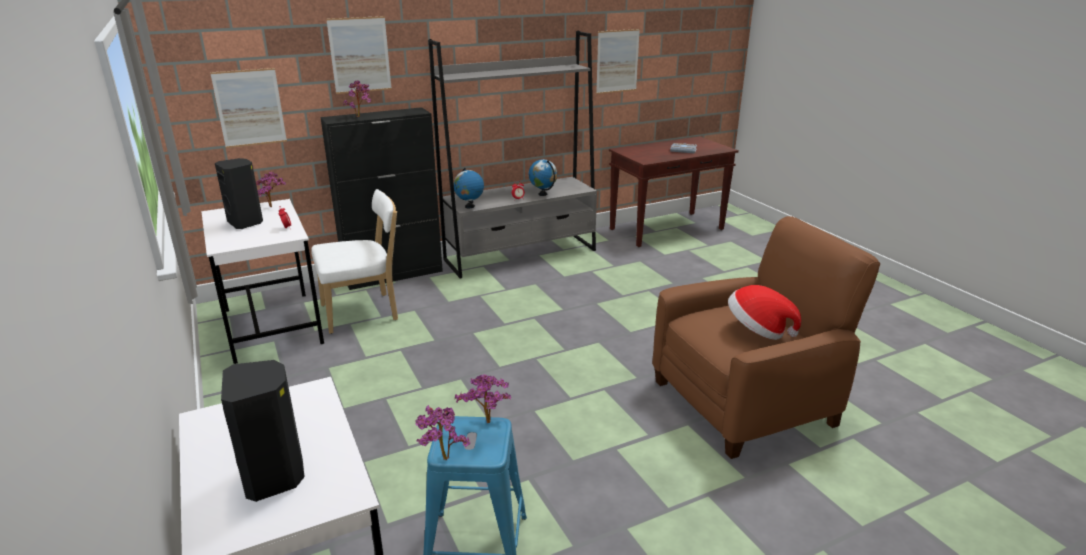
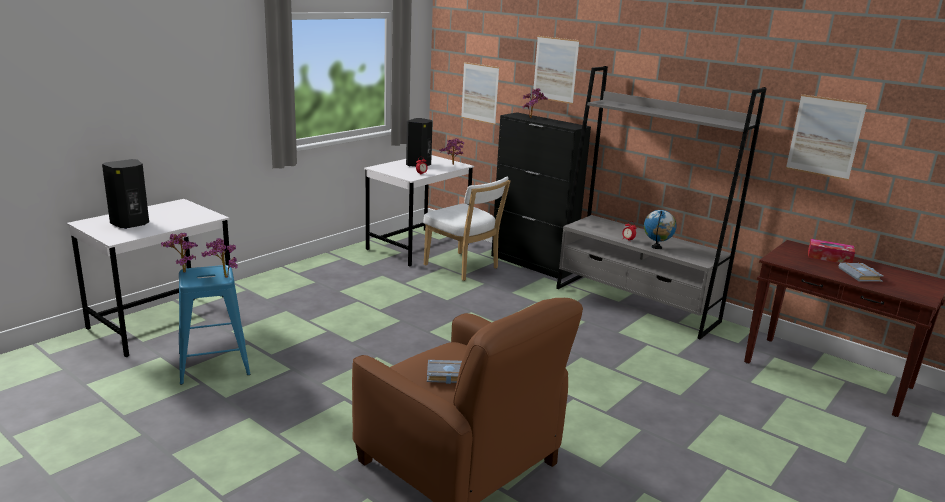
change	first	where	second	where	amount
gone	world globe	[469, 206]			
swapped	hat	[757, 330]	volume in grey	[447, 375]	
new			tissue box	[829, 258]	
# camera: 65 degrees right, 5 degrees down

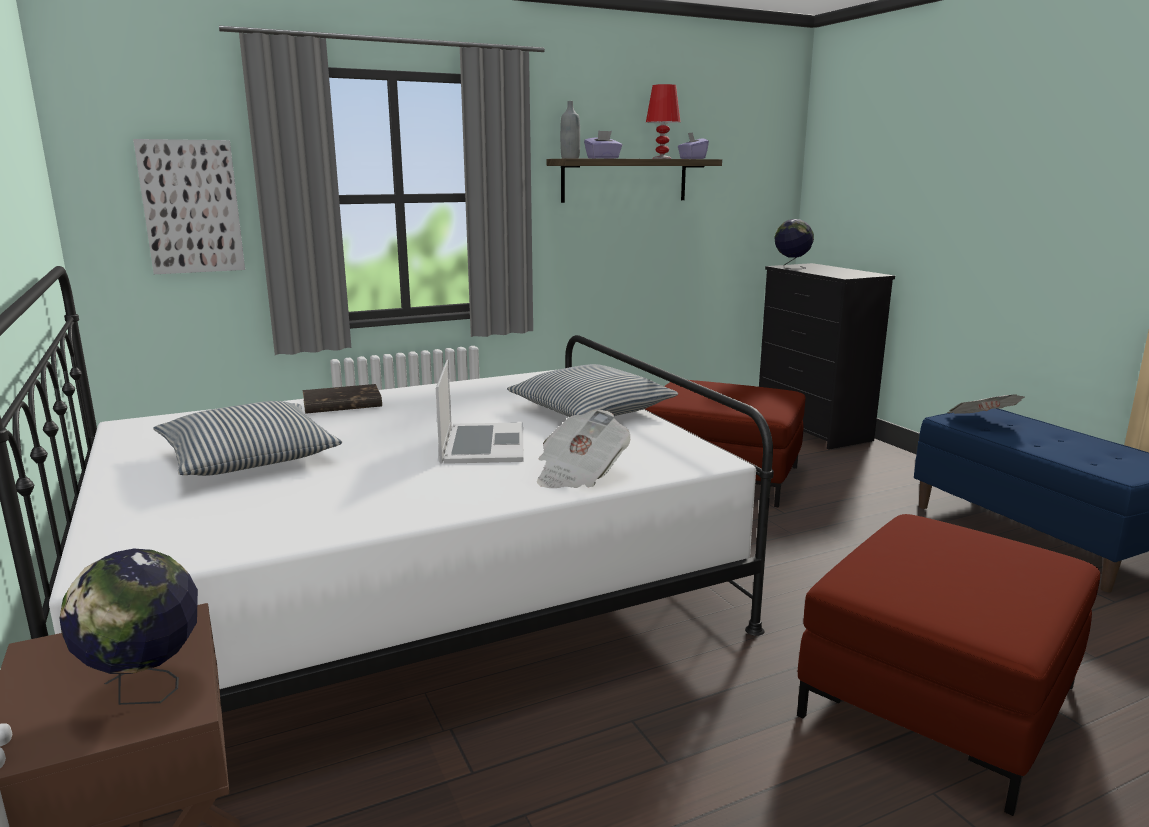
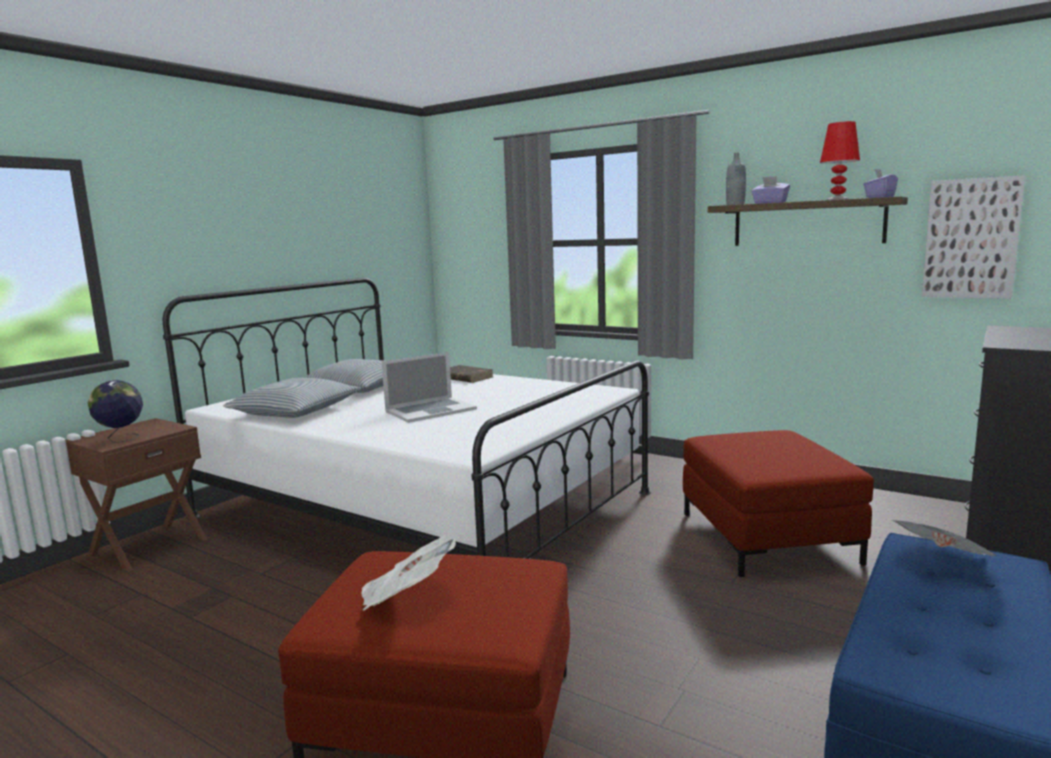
change	first	where	second	where	amount
shifted	picture	[191, 207]		[971, 238]	
gone	world globe	[791, 268]			
shifted	throw pillow	[591, 410]		[295, 411]	
shifted	printed paper	[579, 475]		[406, 596]	
# camera: 60 degrees right, 5 degrees down

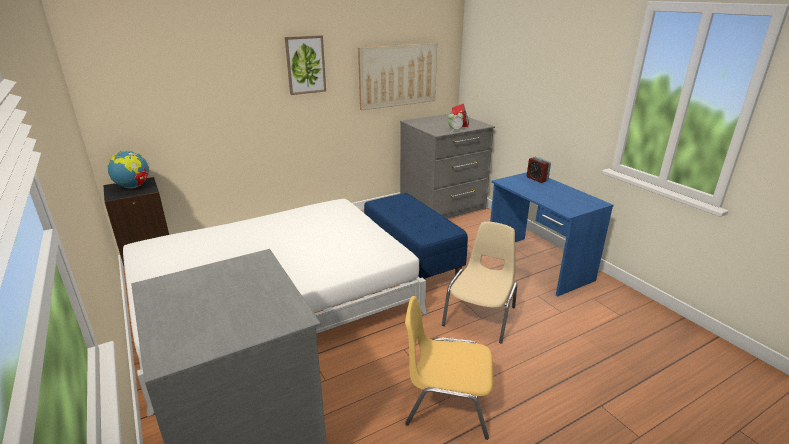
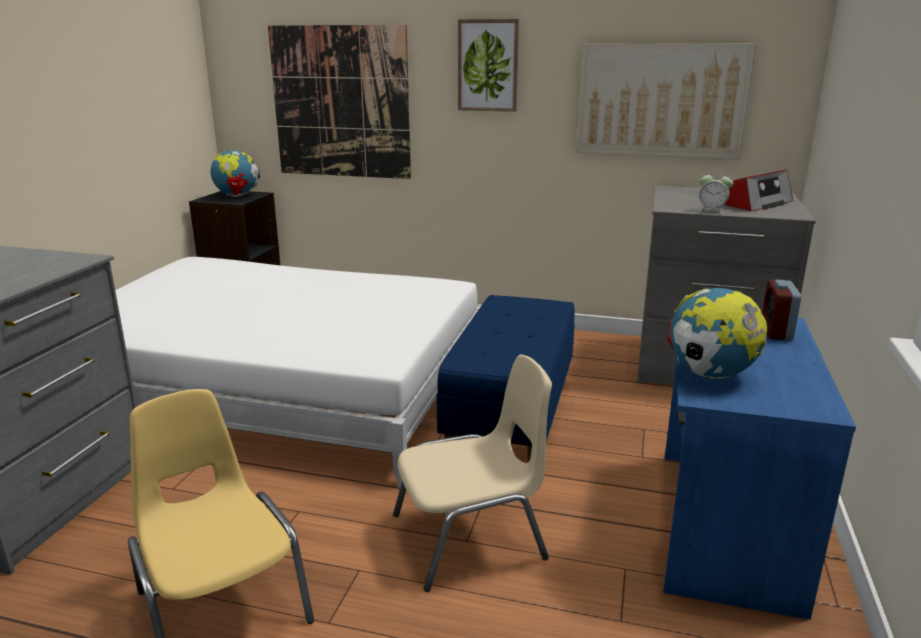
change	first	where	second	where	amount
new			picture	[340, 103]	
new			world globe	[710, 375]	
# camera: 45 degrees right, 5 degrees down

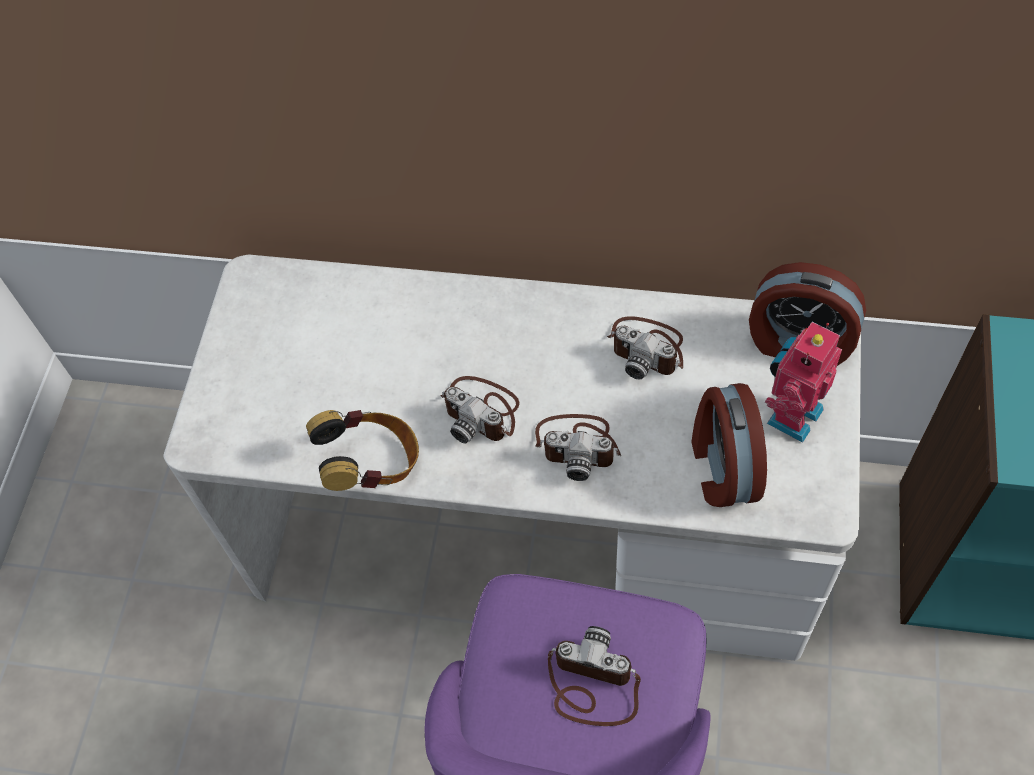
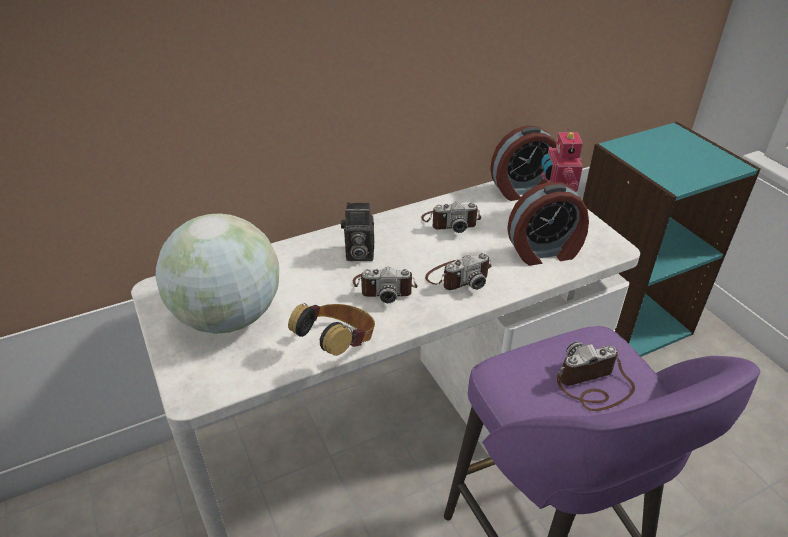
change	first	where	second	where	amount
rotated	alarm clock	[722, 467]		[544, 252]	60 degrees counterclockwise
new			photo camera	[358, 254]	
new			world globe	[228, 316]	
# camera: 40 degrees left, 20 degrees down

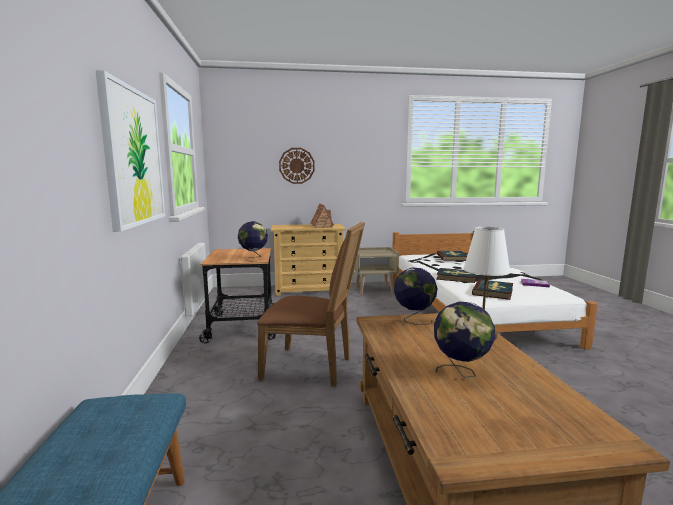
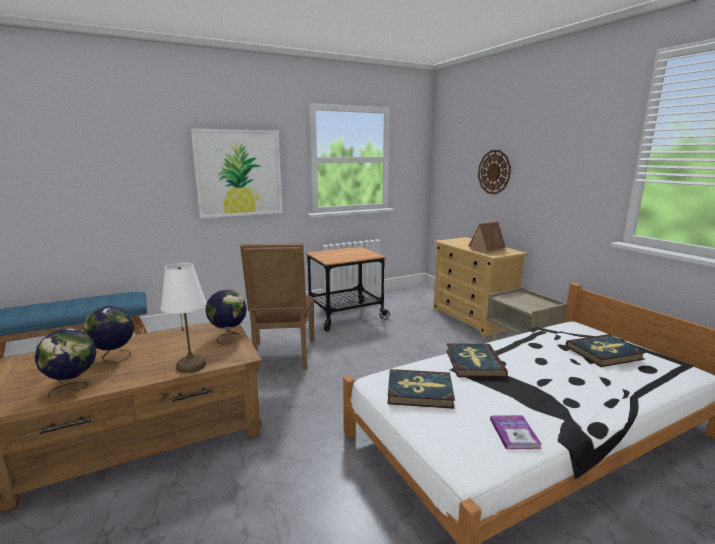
change	first	where	second	where	amount
shifted	world globe	[253, 258]		[74, 388]	
# camera: 70 degrees right, 5 degrees up

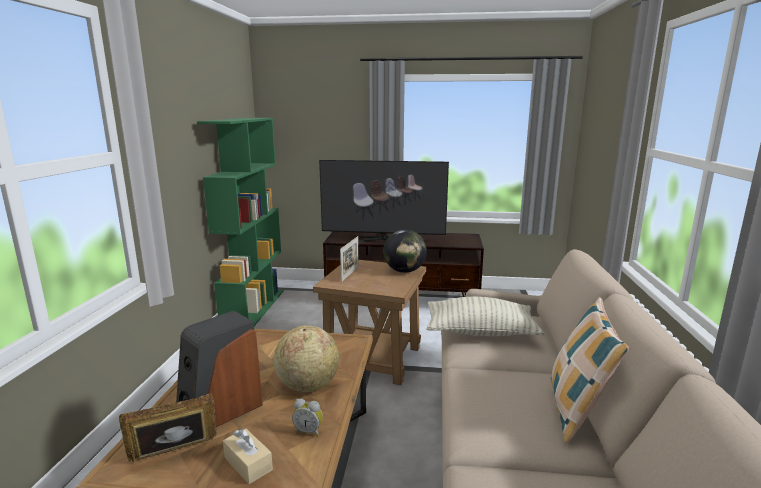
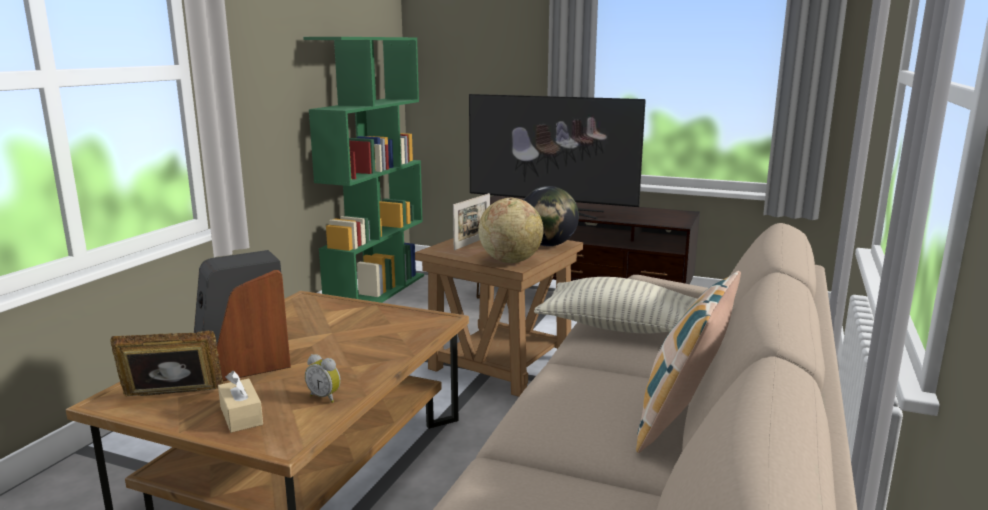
change	first	where	second	where	amount
shifted	world globe	[307, 386]		[510, 261]	
# camera: 15 degrees right, 0 degrees up

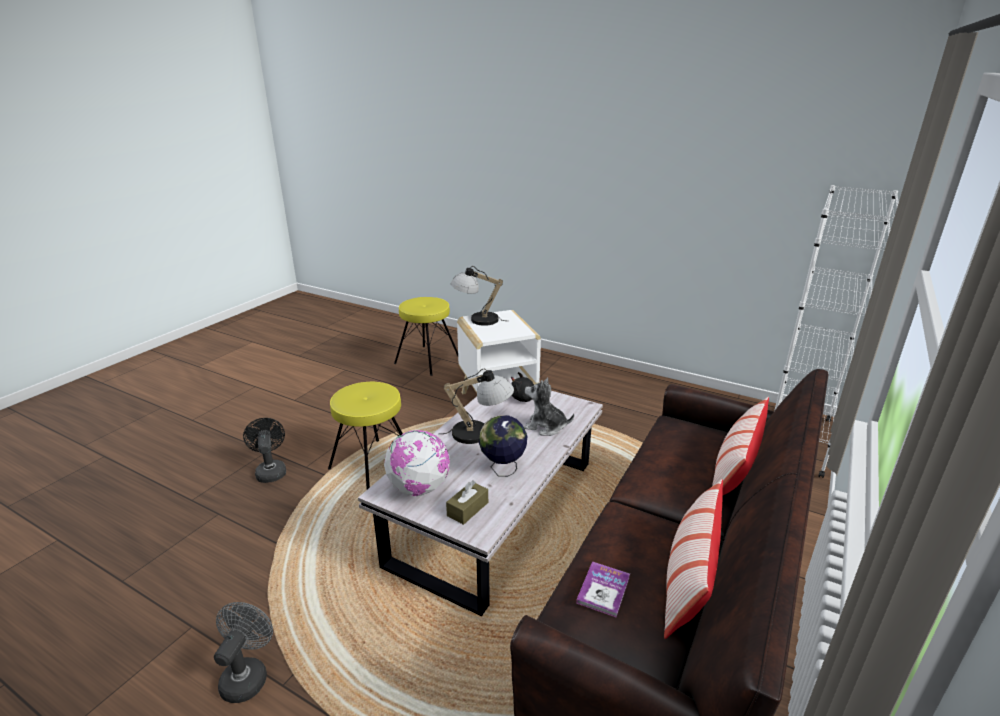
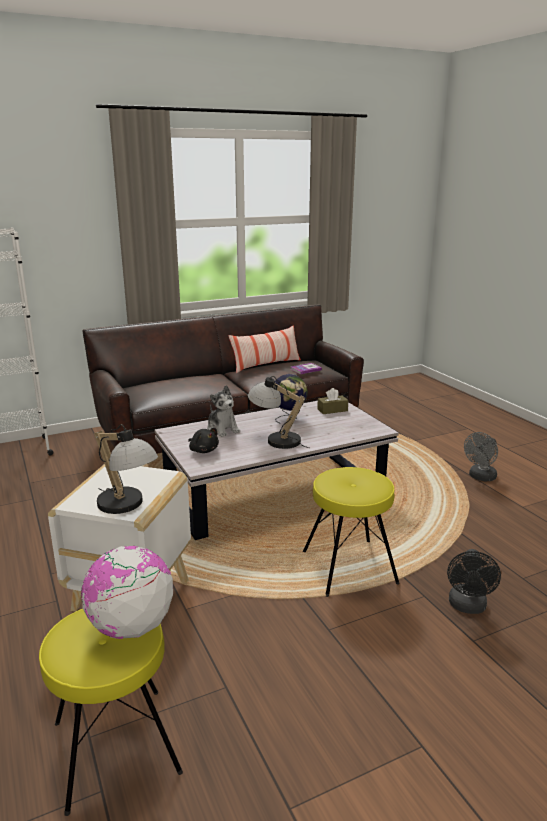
change	first	where	second	where	amount
gone	throw pillow	[734, 470]			
shifted	world globe	[419, 488]		[131, 627]	
# camera: 145 degrees left, 5 degrees down

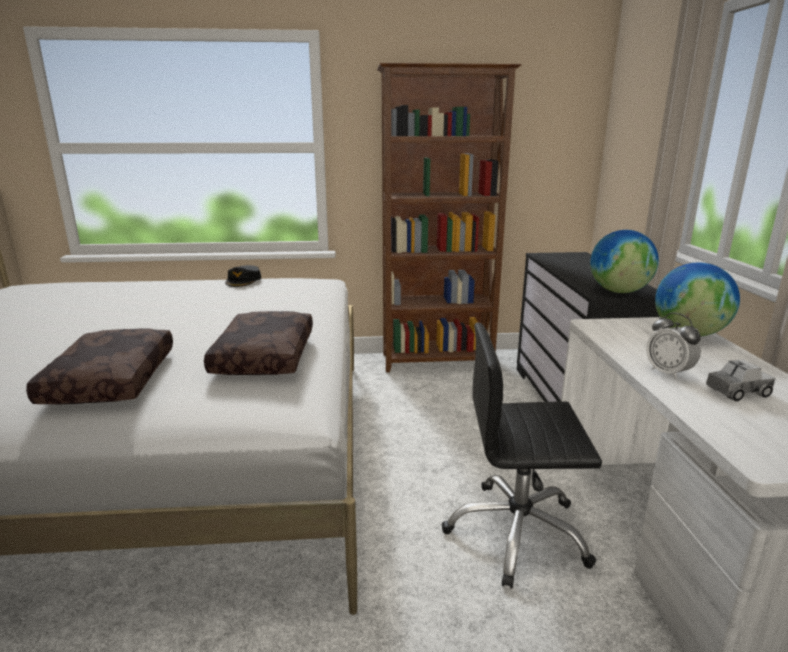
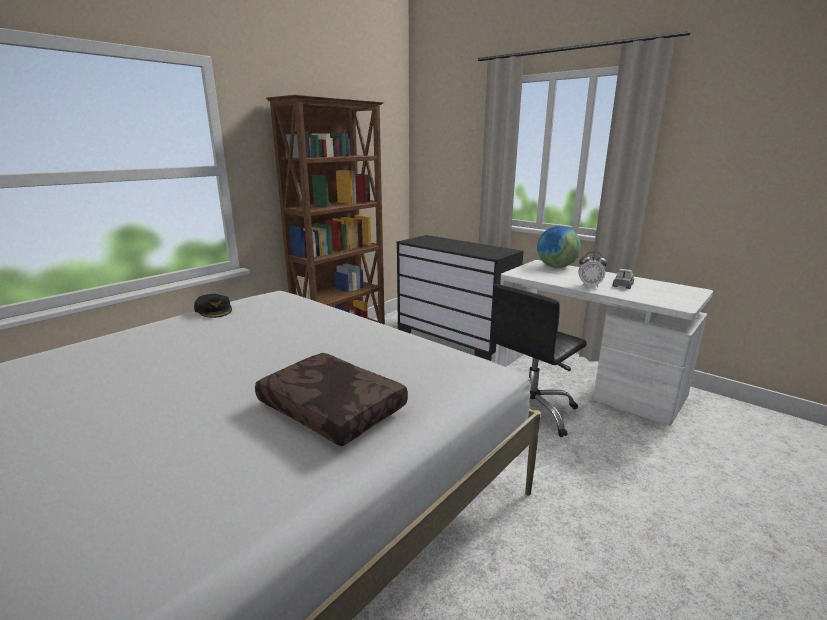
change	first	where	second	where	amount
gone	world globe	[619, 291]			
gone	throw pillow in brown-coloured	[263, 355]			
# camera: 45 degrees left, 0 degrees up

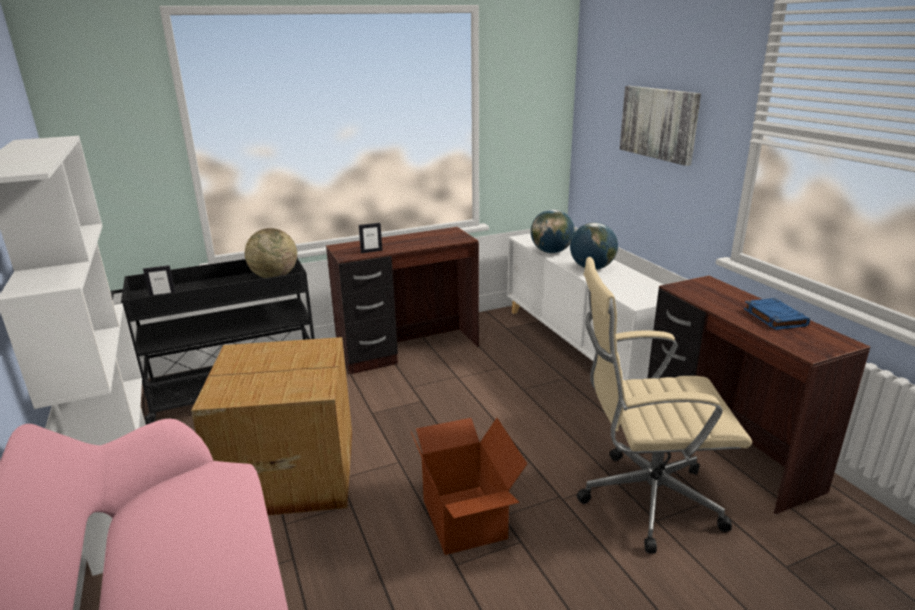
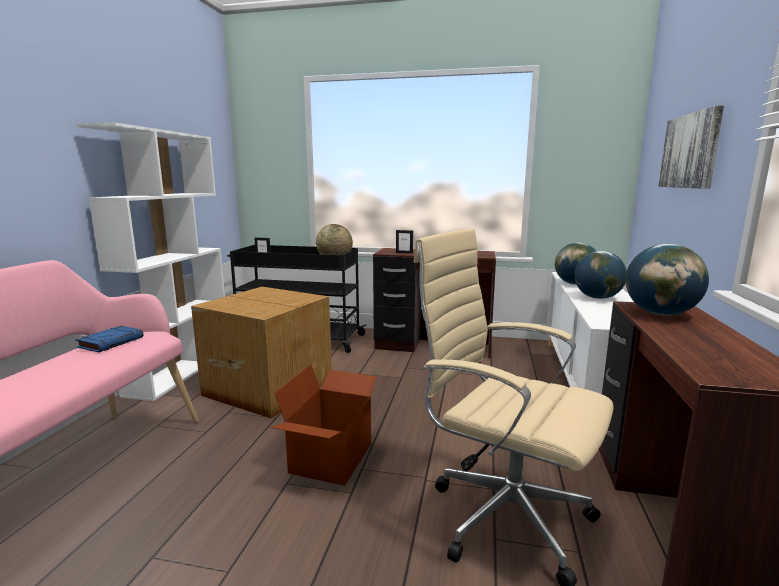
change	first	where	second	where	amount
shifted	volume in blue	[774, 317]		[111, 342]	
new			world globe	[659, 313]	
# camera: 35 degrees right, 10 degrees down

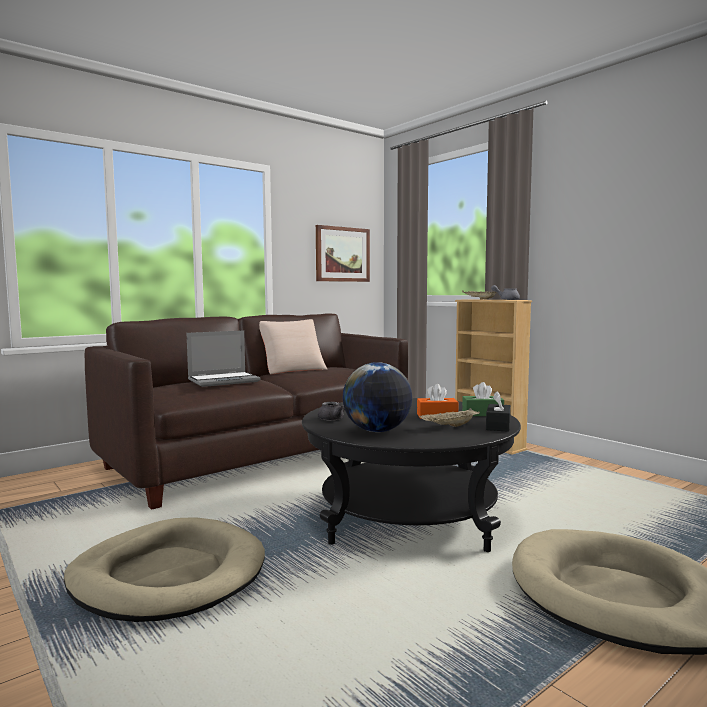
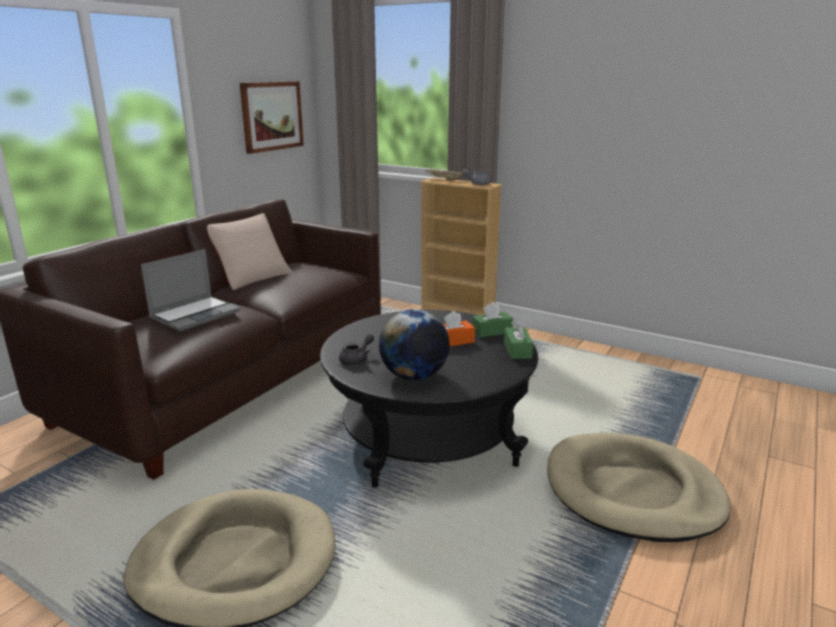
change	first	where	second	where	amount
repainted	tissue box in black-coloured	[498, 426]	tissue box in green	[517, 350]	
gone	serving tray in beige	[450, 426]			
# camera: 20 degrees left, 15 degrees up

